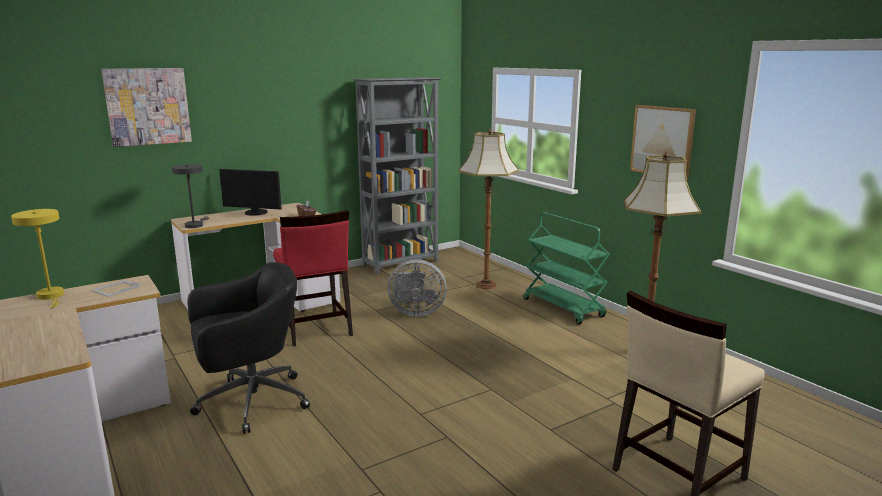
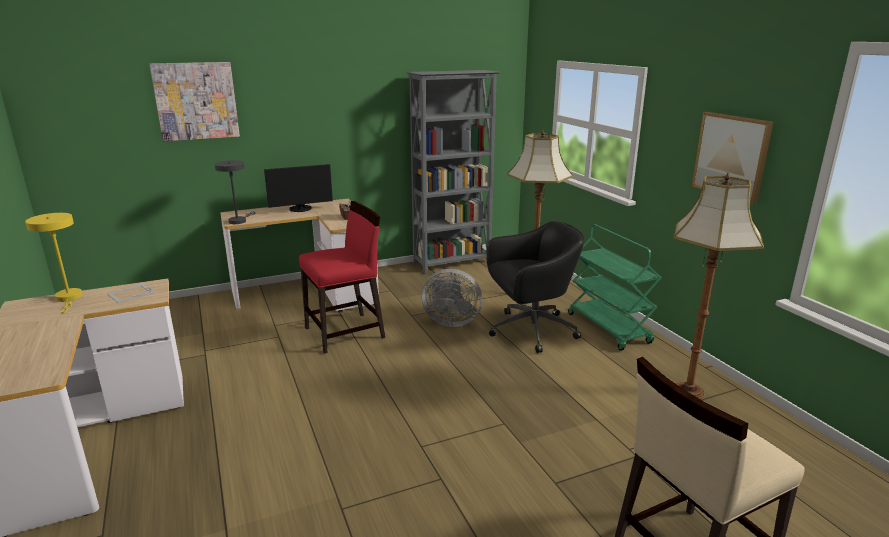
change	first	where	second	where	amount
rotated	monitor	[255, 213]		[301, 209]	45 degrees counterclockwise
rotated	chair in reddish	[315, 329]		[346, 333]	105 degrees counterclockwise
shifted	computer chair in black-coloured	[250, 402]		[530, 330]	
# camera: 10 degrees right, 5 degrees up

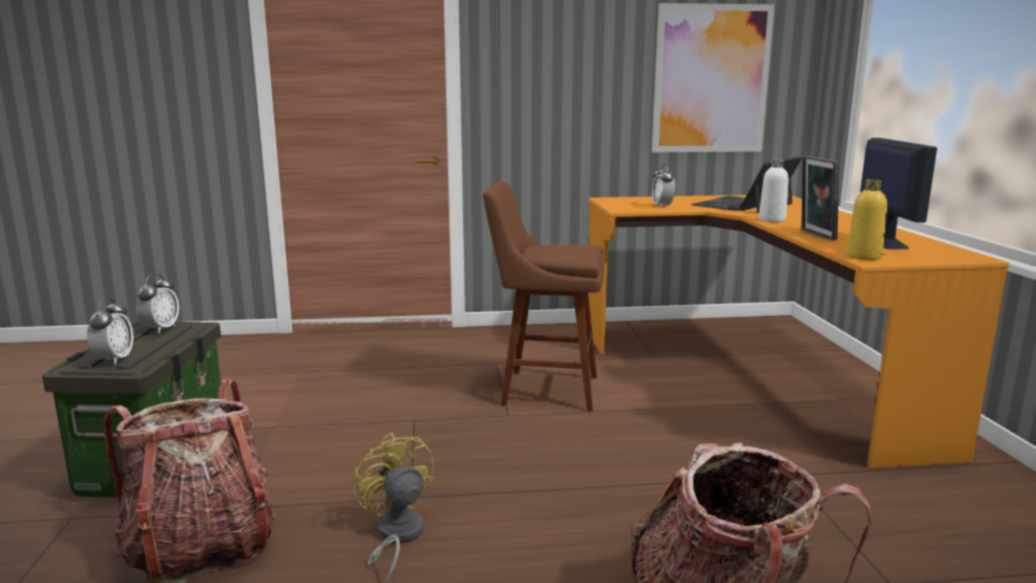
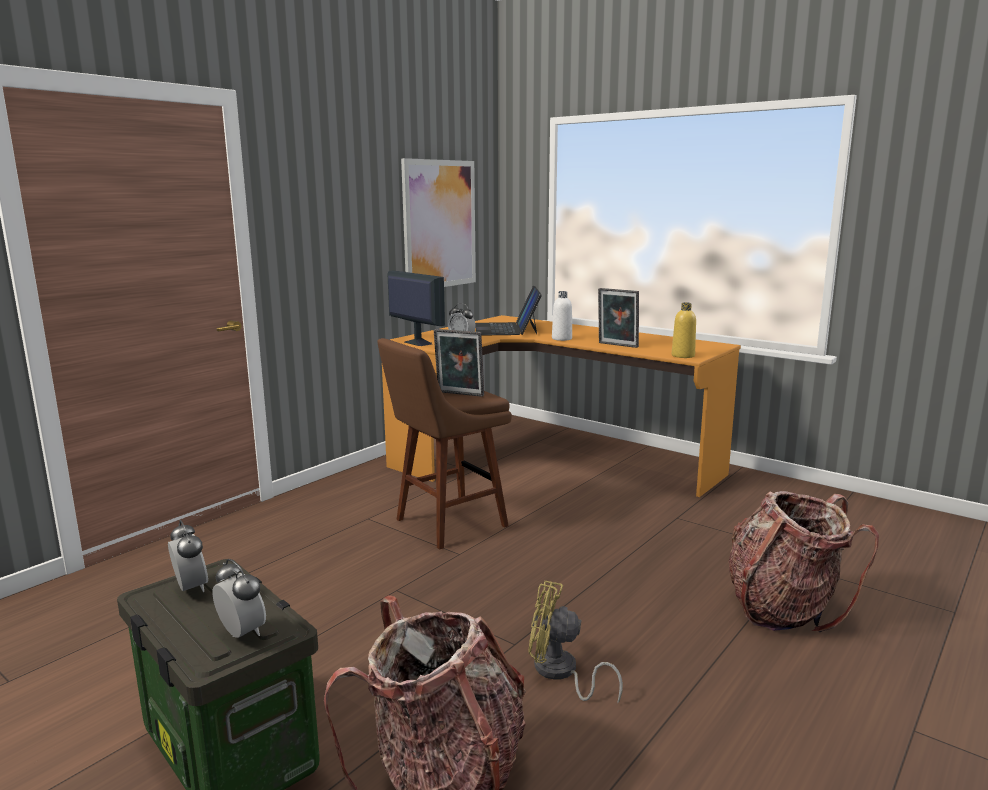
change	first	where	second	where	amount
shifted	monitor	[887, 244]		[417, 342]	
new			picture frame	[459, 394]	
# camera: 45 degrees left, 0 degrees up

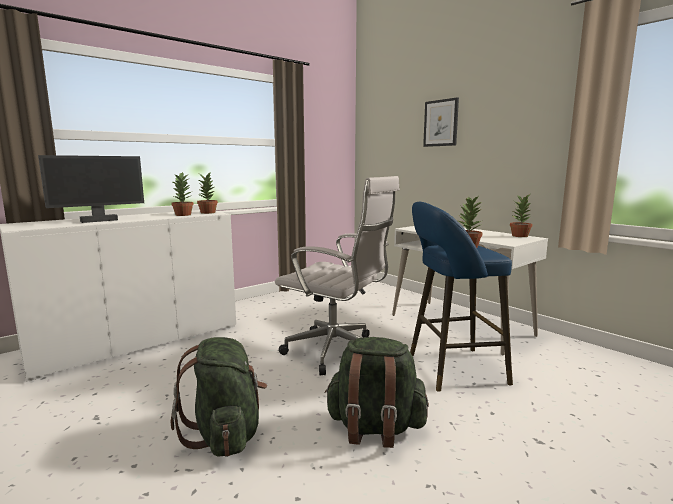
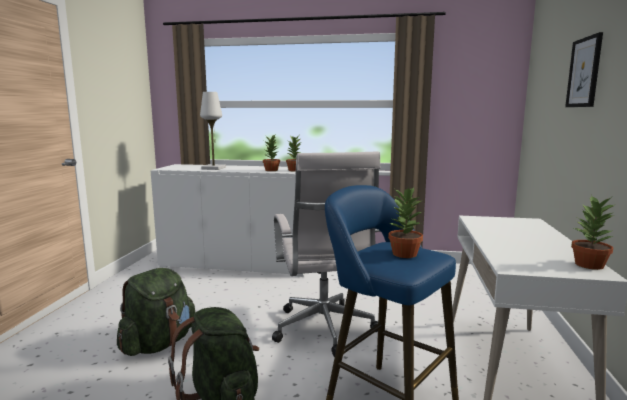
change	first	where	second	where	amount
swapped	monitor	[99, 220]	lamp for a table in white	[213, 168]	
# camera: 50 degrees right, 0 degrees up

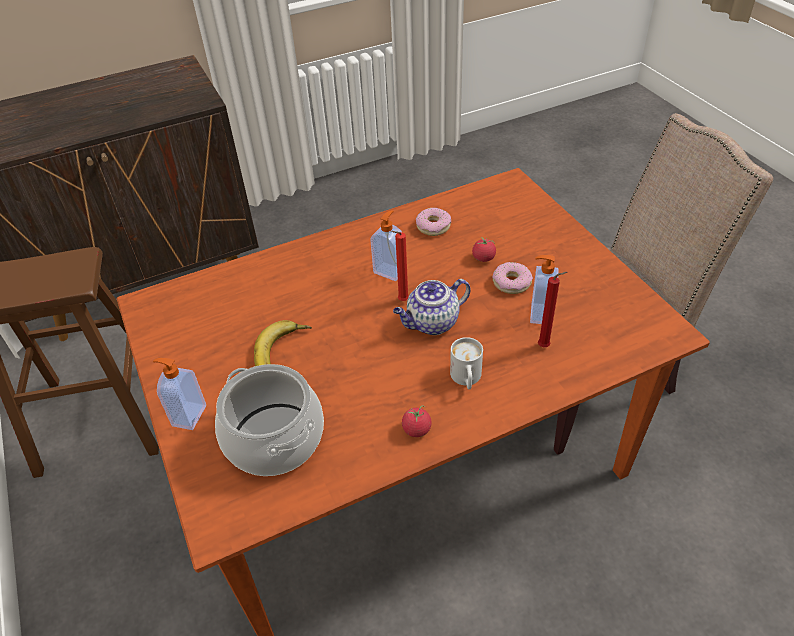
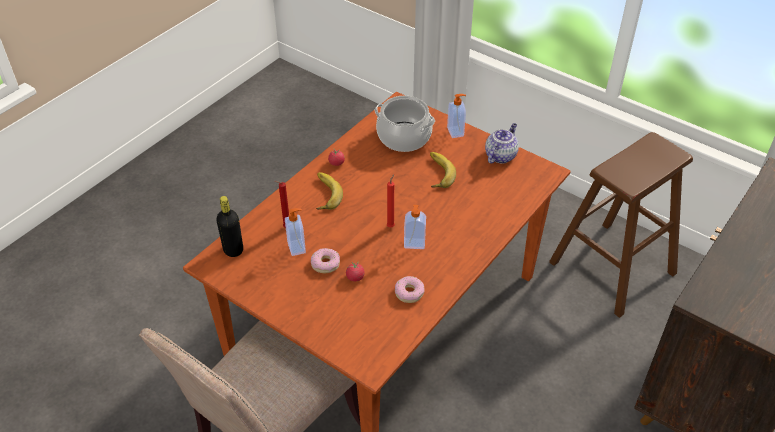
change	first	where	second	where	amount
shifted	pot for tea	[432, 323]		[500, 155]	
swapped	tea mug in white	[466, 379]	banana	[324, 194]	
new			beverage bottle in black-coloured	[233, 250]	
# camera: 150 degrees right, 0 degrees up

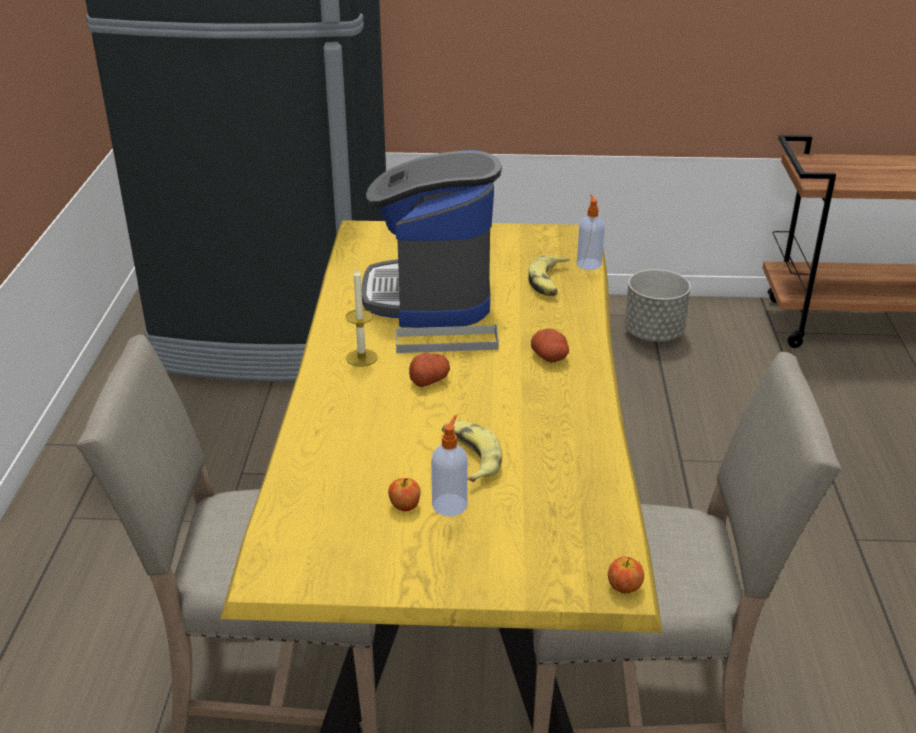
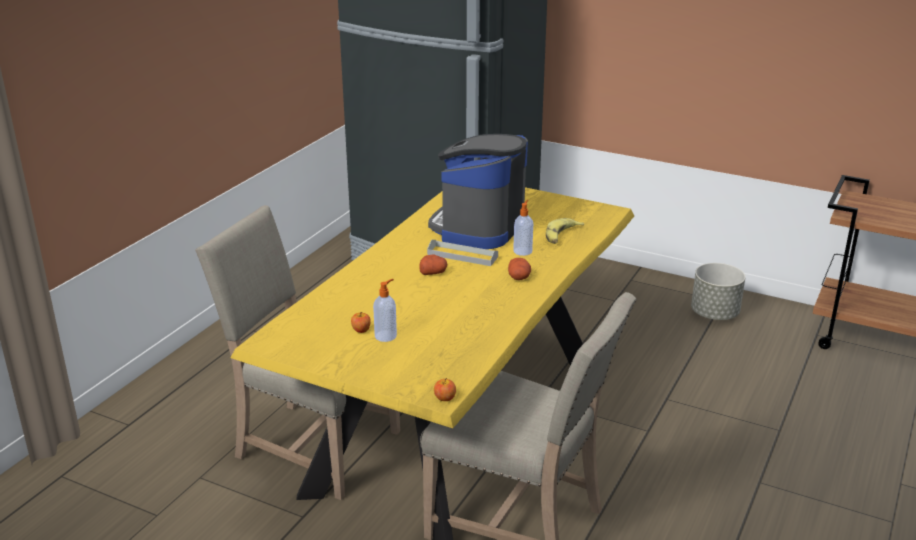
change	first	where	second	where	amount
shifted	soap bottle	[588, 264]		[523, 251]	
gone	wax light	[361, 358]			
gone	banana	[470, 456]			
# camera: 25 degrees right, 5 degrees down

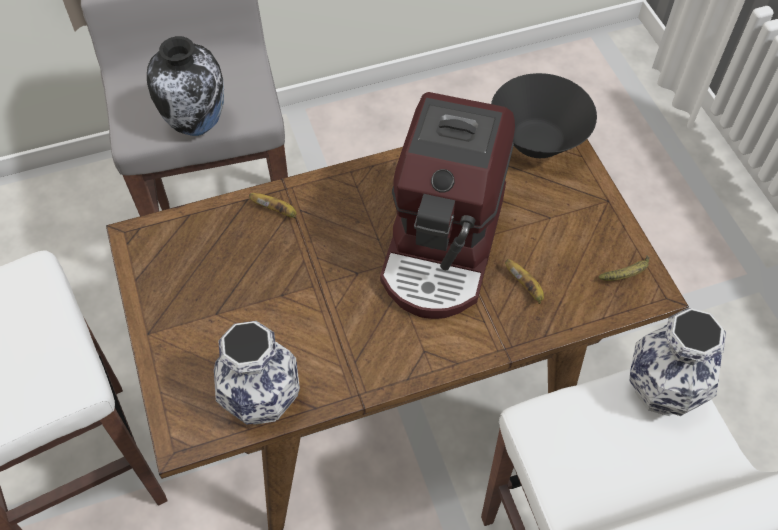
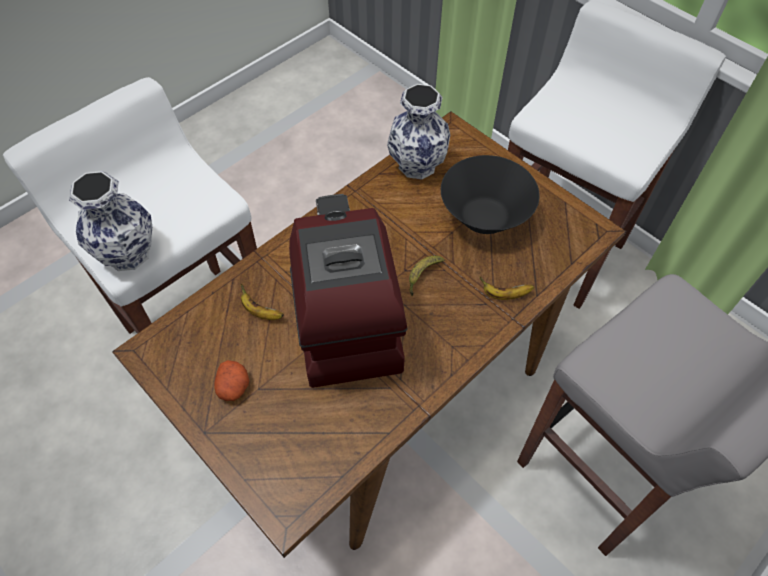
change	first	where	second	where	amount
gone	vase	[198, 125]			
shifted	bowl in black-coloured	[537, 140]		[484, 217]	
shifted	banana	[626, 274]		[422, 276]	
new			spud	[234, 387]	
# camera: 155 degrees right, 0 degrees up

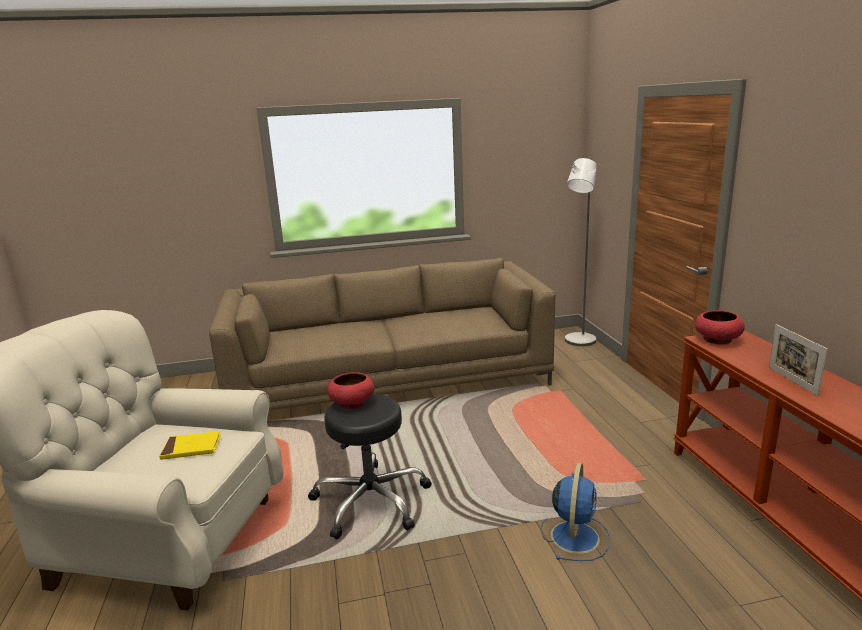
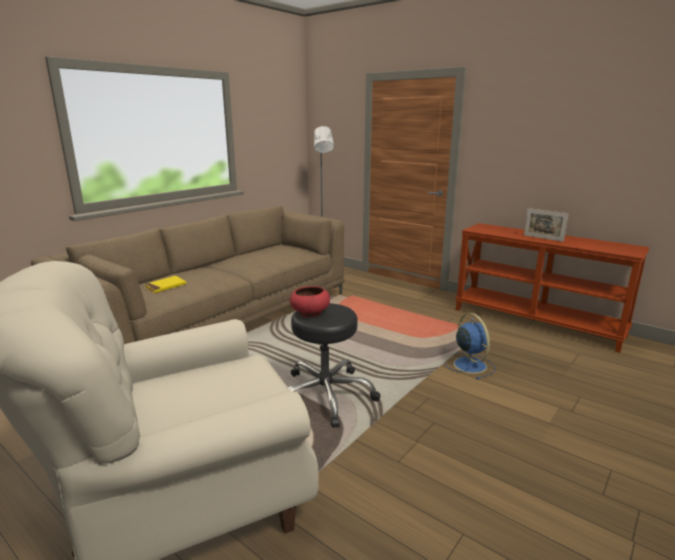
change	first	where	second	where	amount
gone	bowl in reddish	[717, 340]			
shifted	volume in yellow-coloured	[191, 448]		[165, 286]	
# camera: 40 degrees left, 0 degrees up

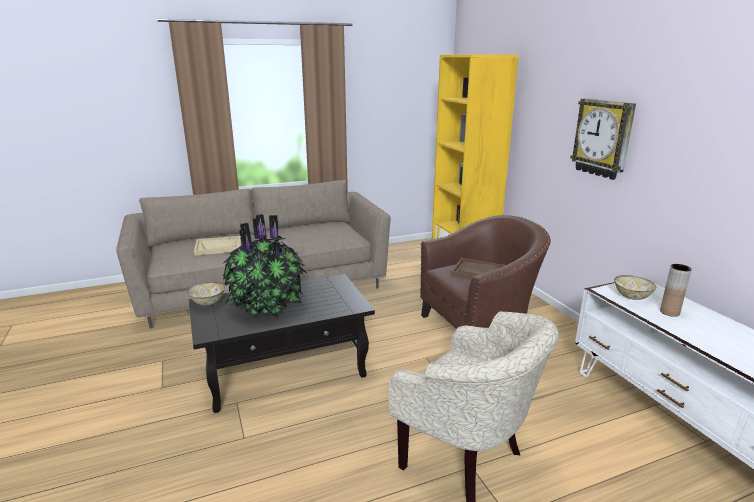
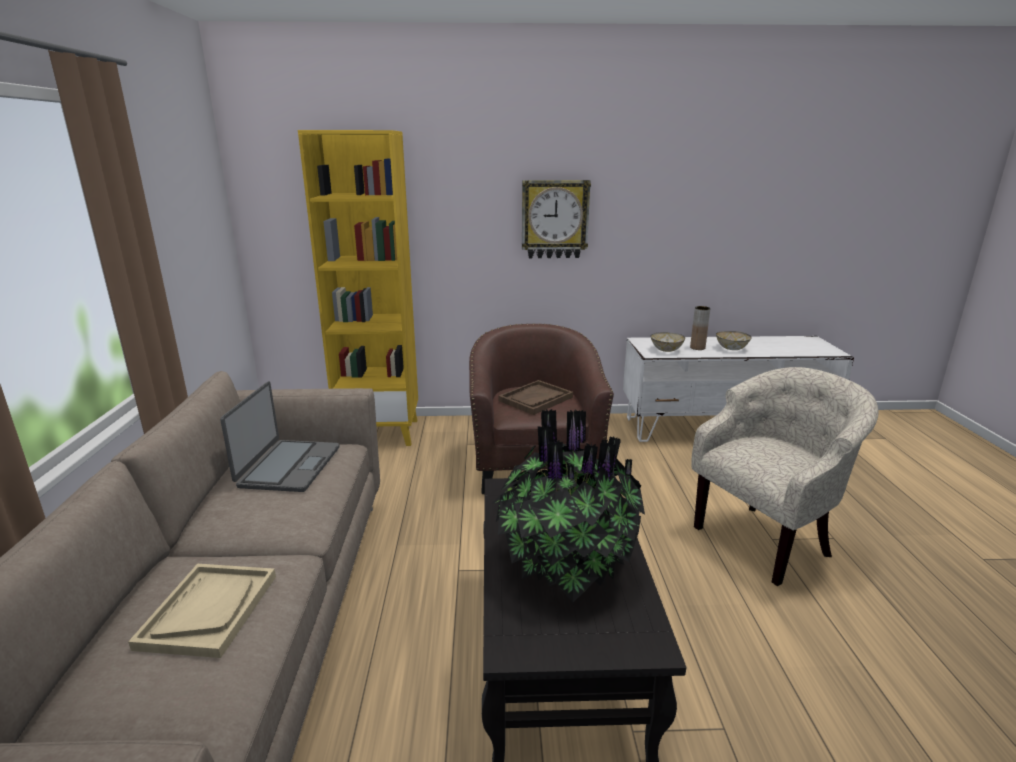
change	first	where	second	where	amount
shifted	bowl	[208, 302]		[732, 348]	
new			portable computer	[288, 467]	
# camera: 70 degrees left, 0 degrees up

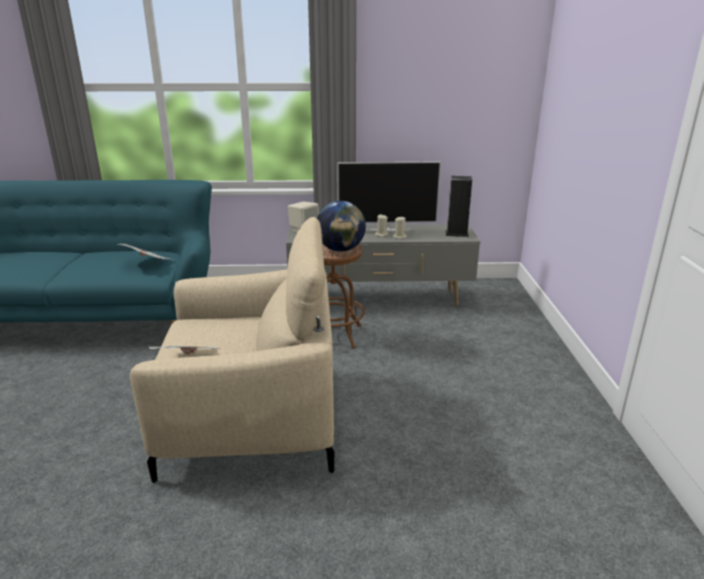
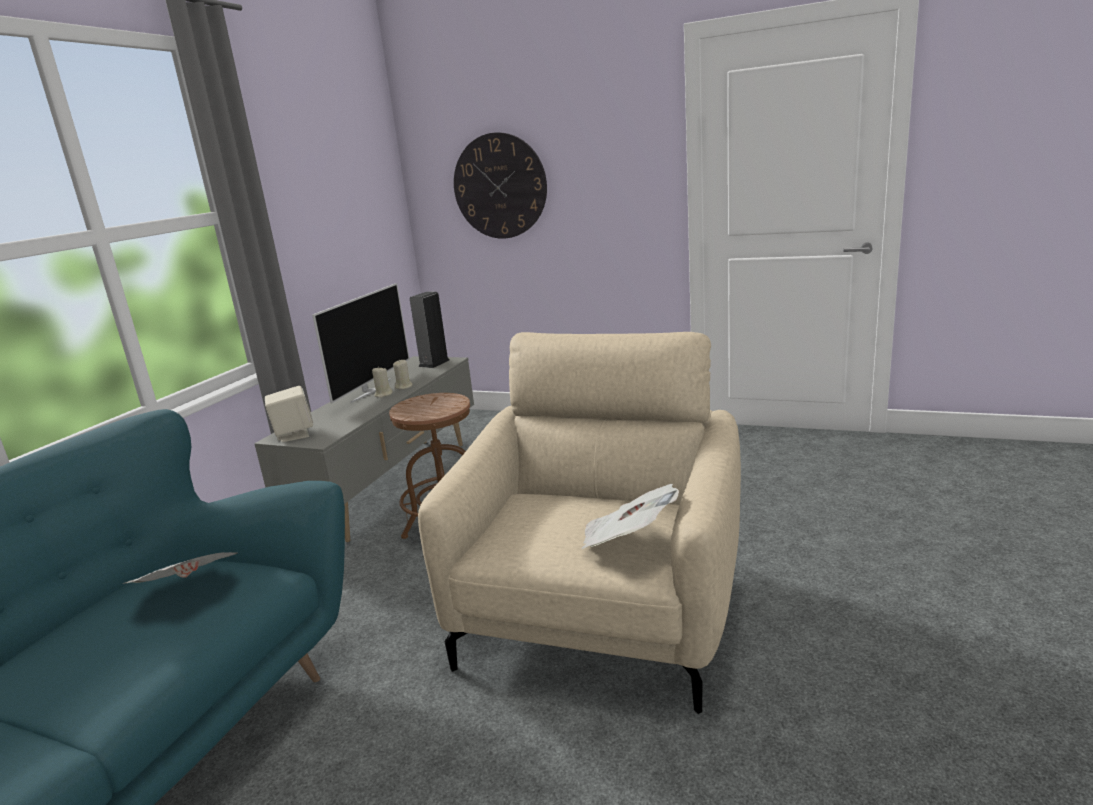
change	first	where	second	where	amount
gone	world globe	[340, 250]			
new			clock on the wall	[500, 186]	
# camera: 65 degrees left, 5 degrees down

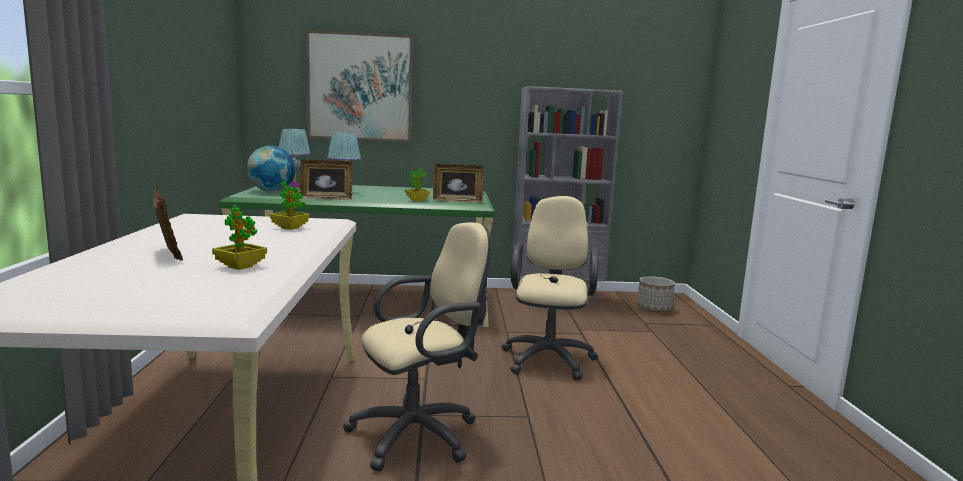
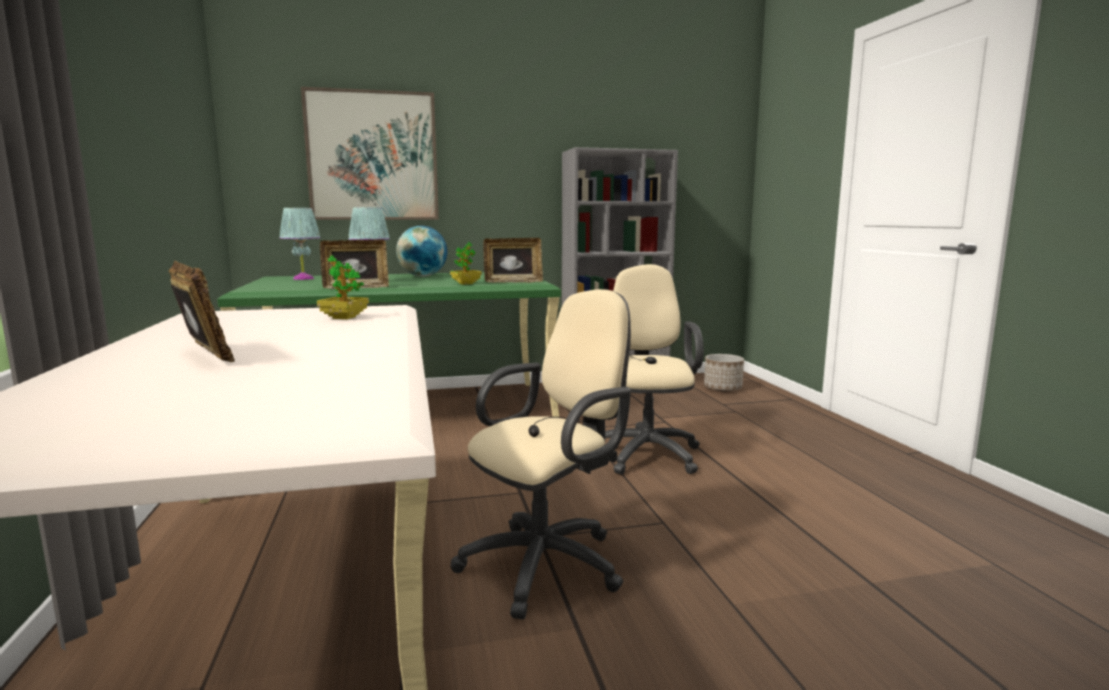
change	first	where	second	where	amount
shifted	world globe	[272, 191]		[423, 276]	
gone	plant in a pot	[240, 267]			
# camera: 10 degrees left, 0 degrees up

